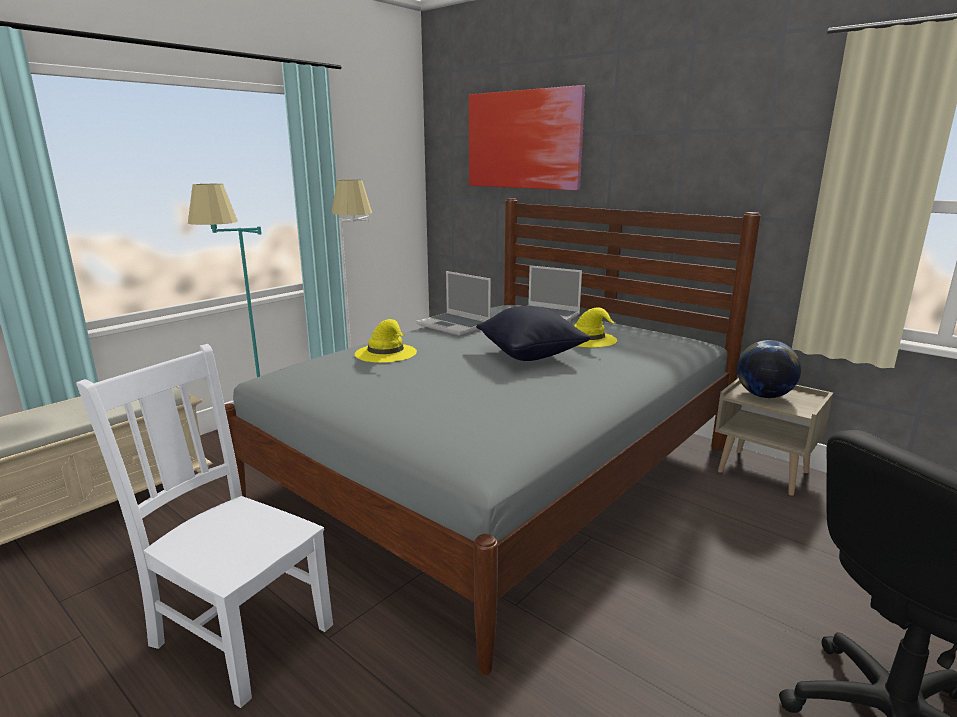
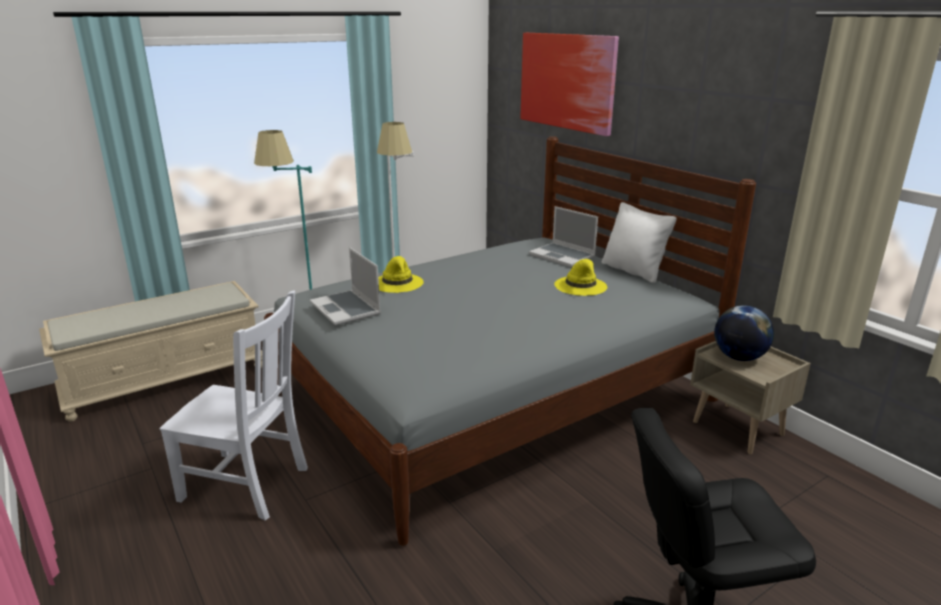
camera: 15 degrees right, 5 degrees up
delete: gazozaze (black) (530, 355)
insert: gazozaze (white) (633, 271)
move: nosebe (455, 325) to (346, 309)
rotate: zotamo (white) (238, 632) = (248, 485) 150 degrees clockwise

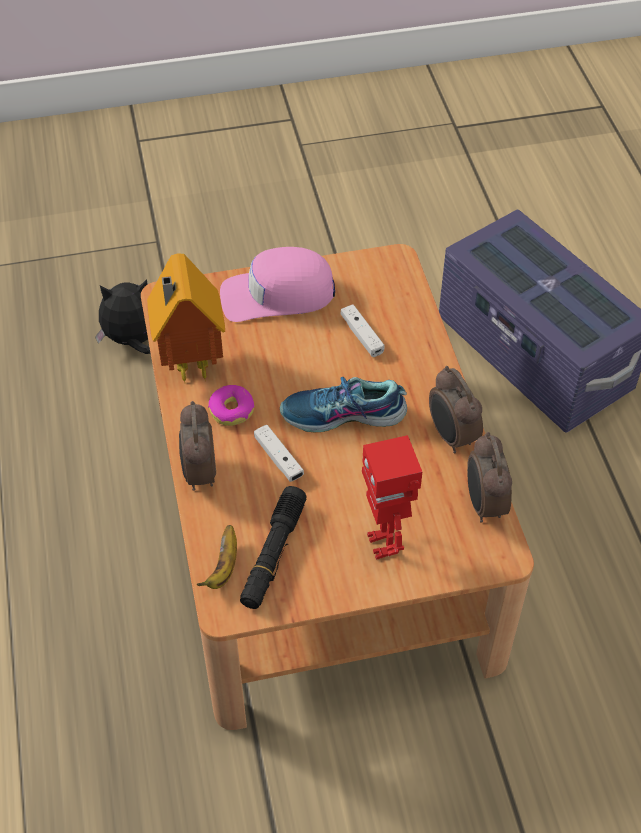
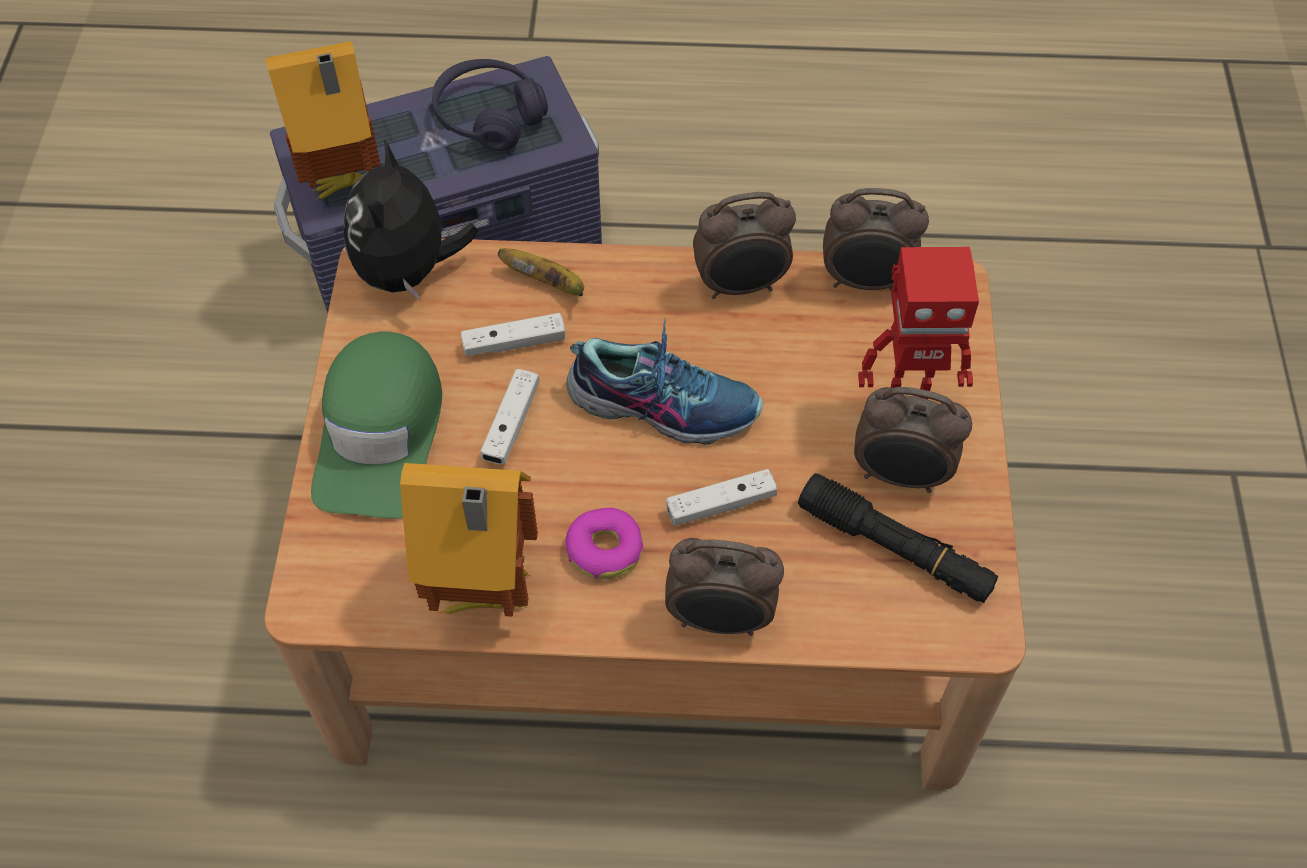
camera: 75 degrees left, 5 degrees up
insert: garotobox (344, 182); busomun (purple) (489, 117); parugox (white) (511, 424); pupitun (900, 476)
move: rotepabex (133, 340) to (409, 272); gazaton (223, 567) to (547, 283)
recolor: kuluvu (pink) (277, 295) to kuluvu (green) (381, 435)
rotate: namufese (343, 416) = (664, 403) 90 degrees counterclockwise

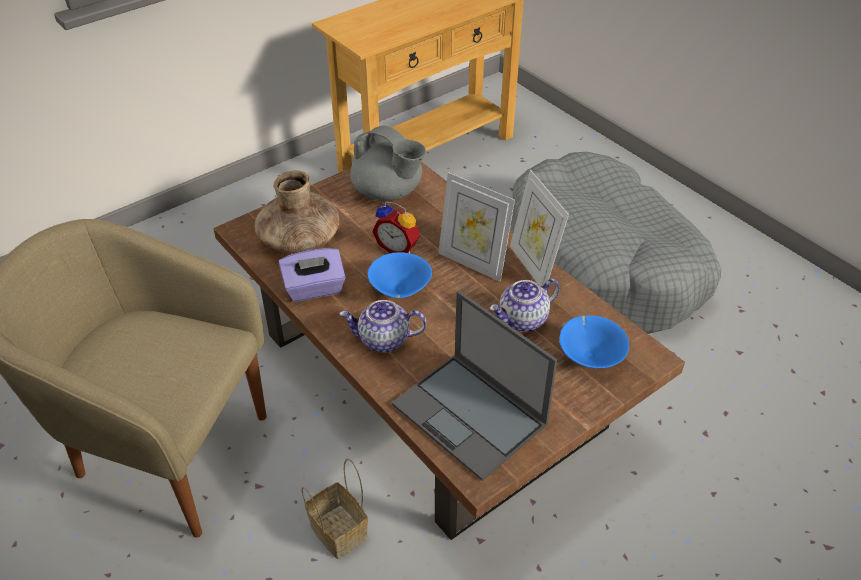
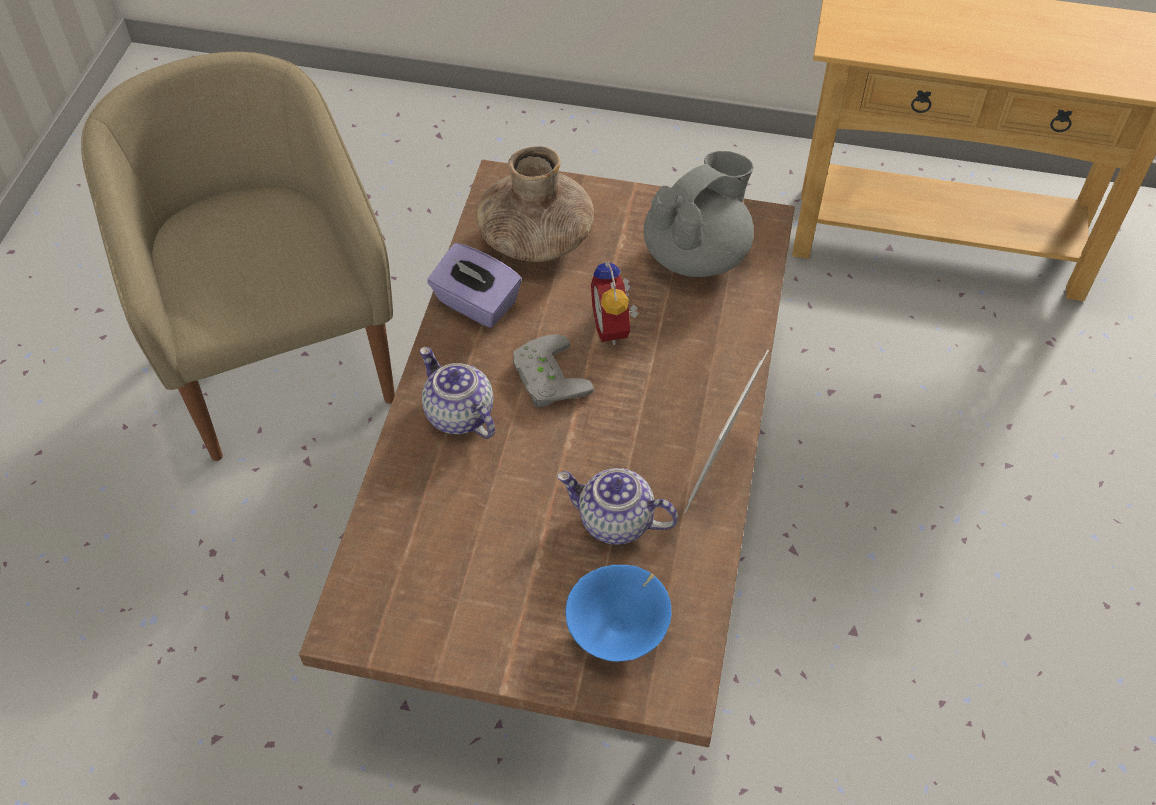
camera: 50 degrees right, 10 degrees up
delete: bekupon (336, 531); nosebe (470, 415); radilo (473, 263); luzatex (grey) (603, 265)
replace: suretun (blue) (399, 292) to parugox (grey) (545, 377)
rotate: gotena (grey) (388, 192) = (697, 254) 135 degrees counterclockwise

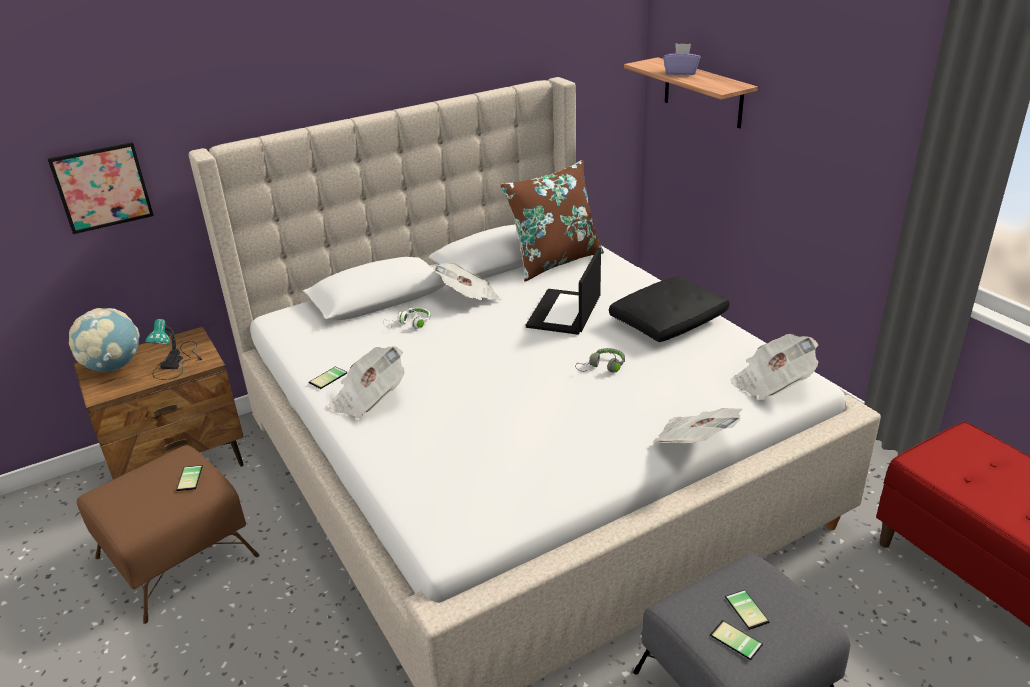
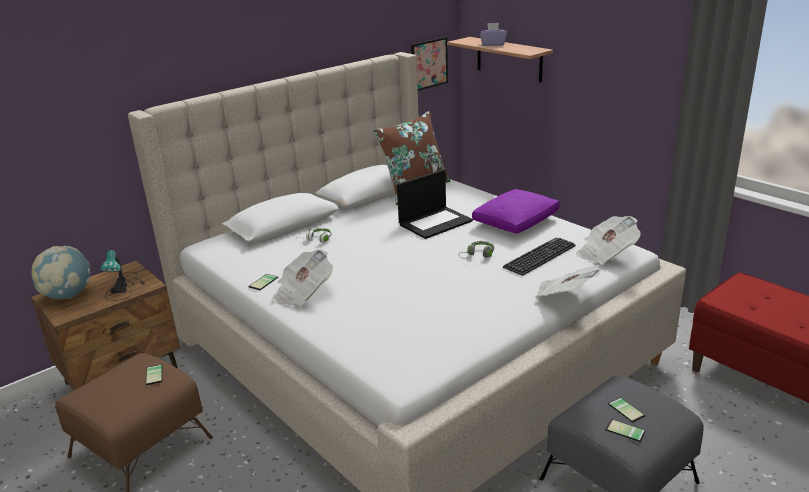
camera: 10 degrees left, 5 degrees down
delete: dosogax (469, 298)
insert: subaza (539, 257)
move: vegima (102, 187) to (429, 63)
recolor: gazozaze (black) (668, 321) to gazozaze (purple) (516, 221)
rotate: nosebe (564, 312) = (435, 222) 135 degrees counterclockwise

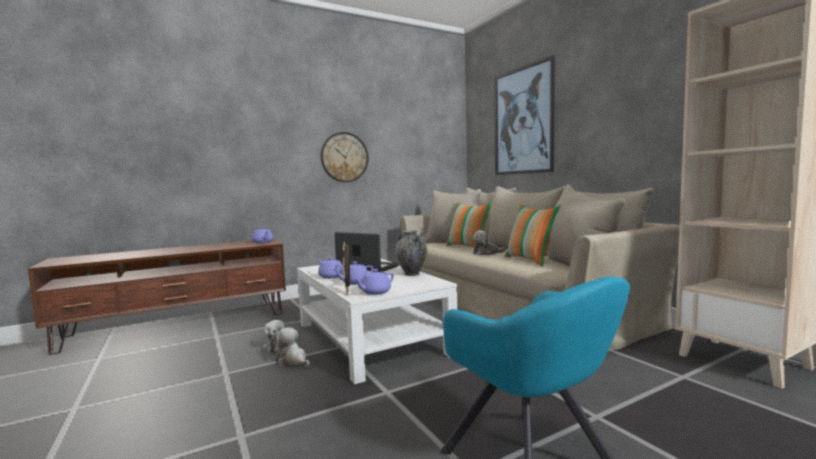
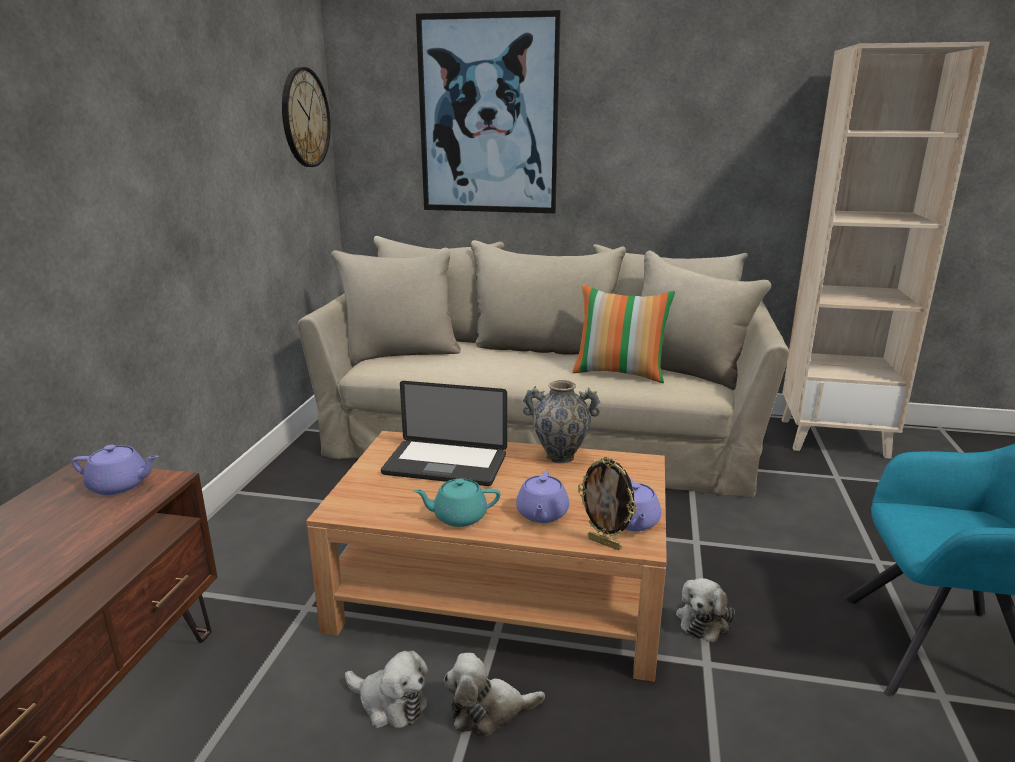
camera: 50 degrees left, 15 degrees up
delete: gazozaze (468, 247)
move: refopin (344, 157) to (305, 118); rotepabex (486, 253) to (703, 619)
recolor: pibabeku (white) (371, 338) to pibabeku (brown) (502, 591); gotena (purple) (330, 276) to gotena (turquoise) (458, 517)
rotate: nosebe (368, 267) = (445, 465) 150 degrees counterclockwise

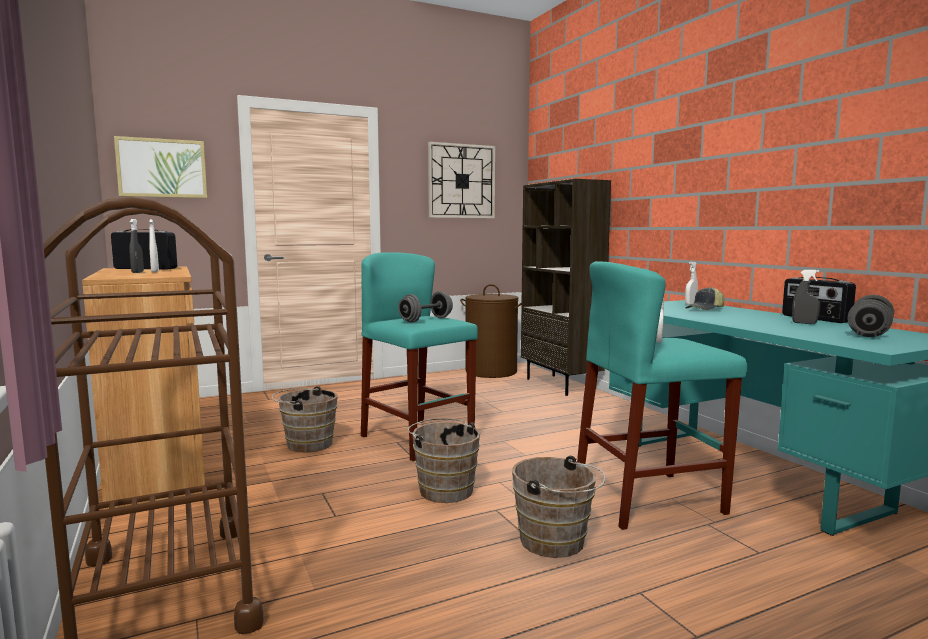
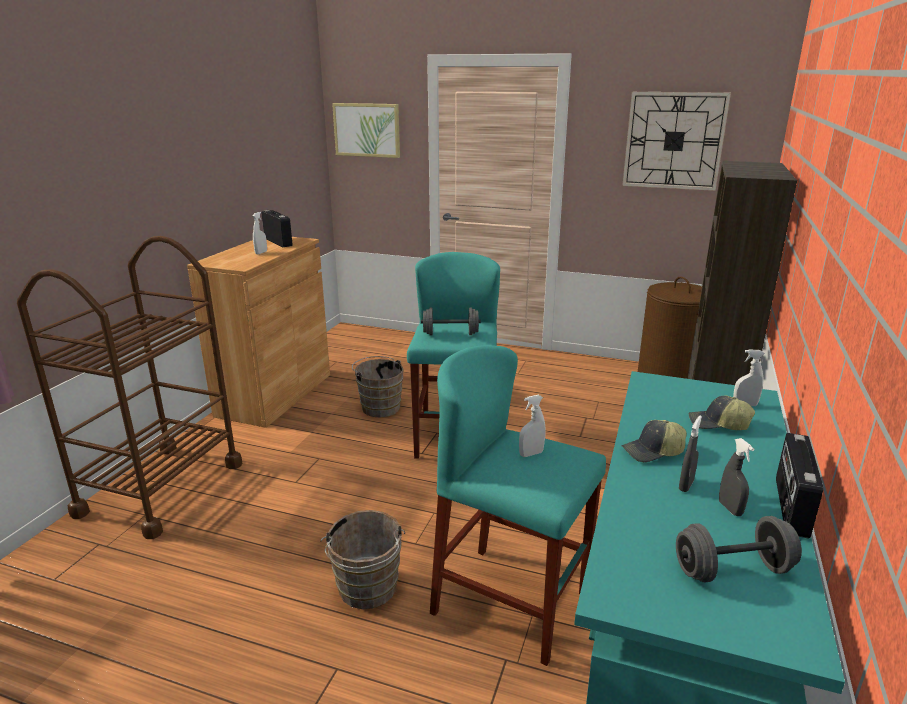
camera: 45 degrees right, 15 degrees up
delete: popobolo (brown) (444, 489)
insert: kuluvu (653, 452)
move: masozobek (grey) (137, 272) to (686, 485)

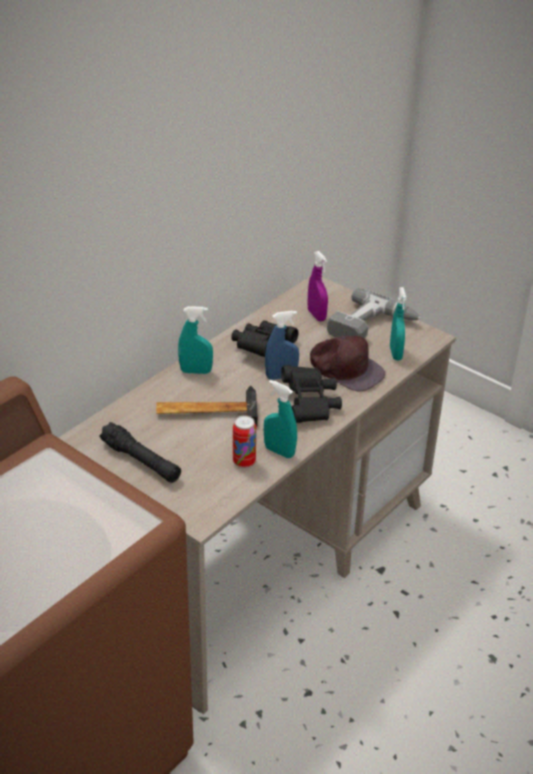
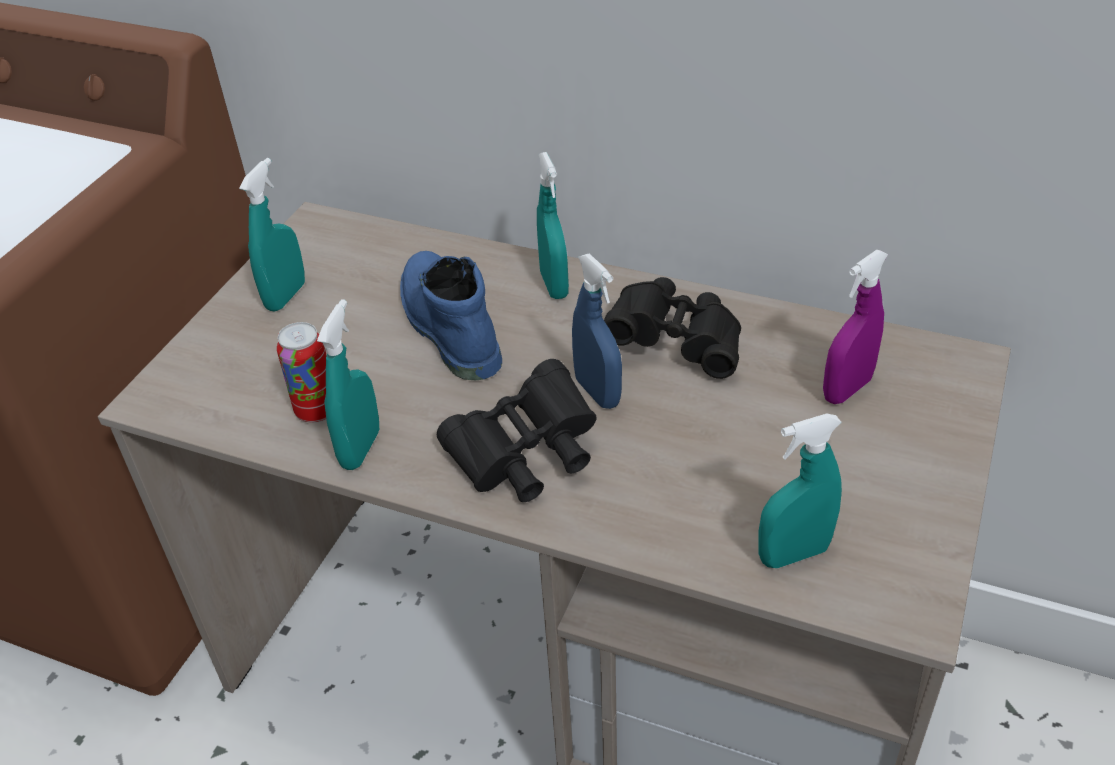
camera: 75 degrees right, 5 degrees up
delete: kuluvu (brown) (345, 368); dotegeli (372, 327)
replace: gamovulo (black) (141, 461) to masozobek (turquoise) (286, 296); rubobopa (206, 410) to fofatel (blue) (447, 327)

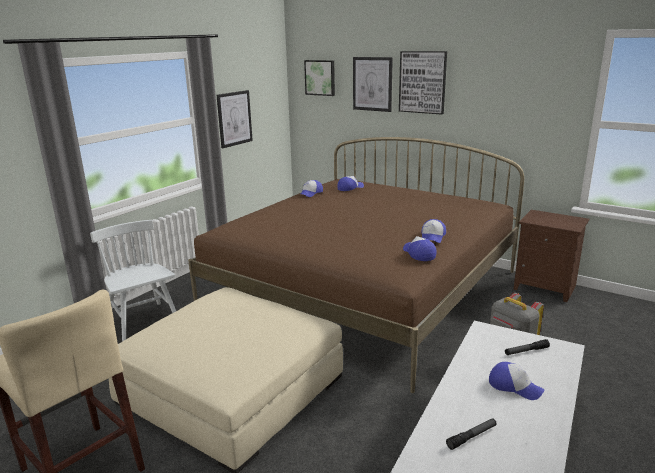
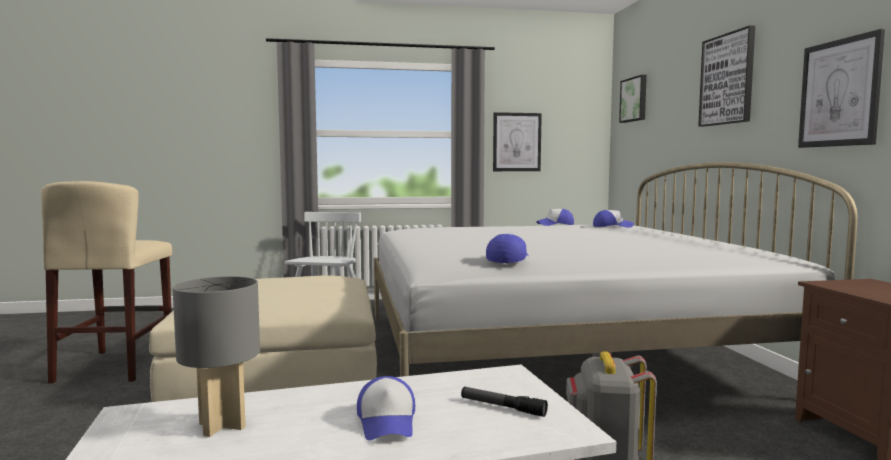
camera: 45 degrees right, 15 degrees down
delete: kuluvu (433, 237)
move: vegima (372, 84) to (839, 93)
replace: gamovulo (472, 437) to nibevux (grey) (222, 426)
recolor: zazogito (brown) (364, 290) to zazogito (white) (557, 351)

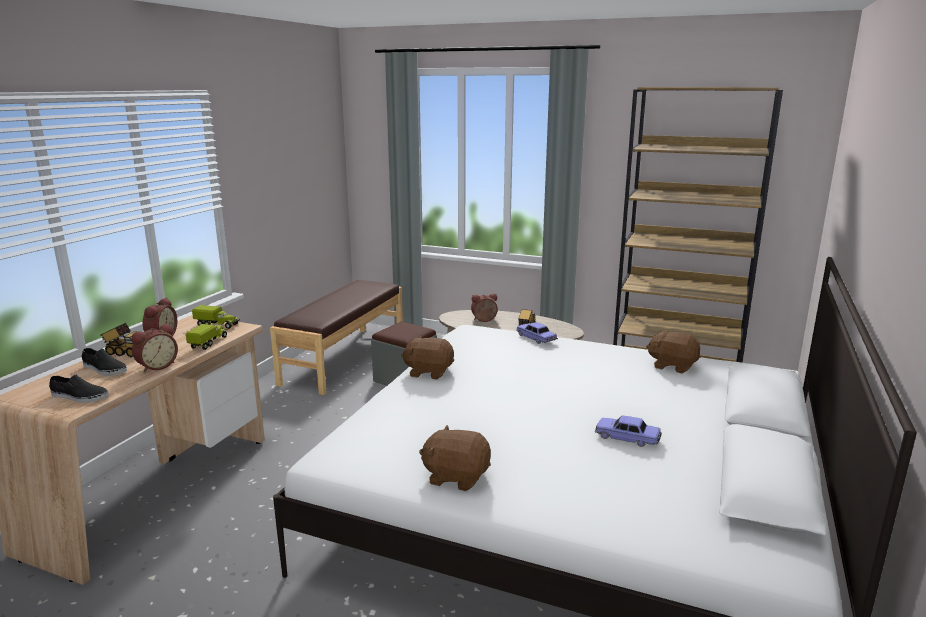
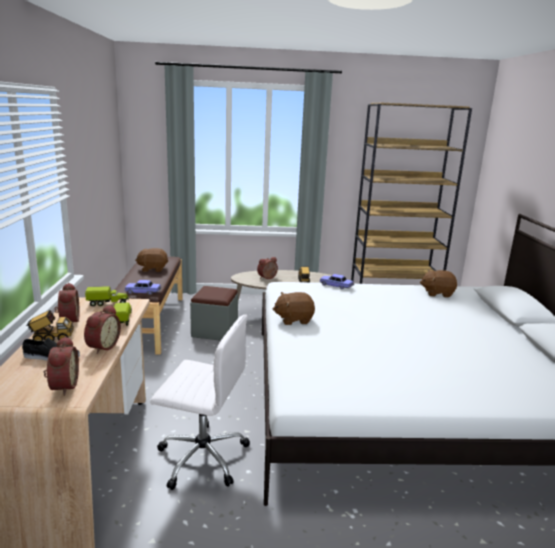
camera: 25 degrees left, 0 degrees up
insert: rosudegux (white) (201, 456)
move: rotepabex (brown) (456, 476) to (153, 269); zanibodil (627, 438) to (143, 292)
replace: namufese (black) (79, 396) to pupitun (62, 386)

